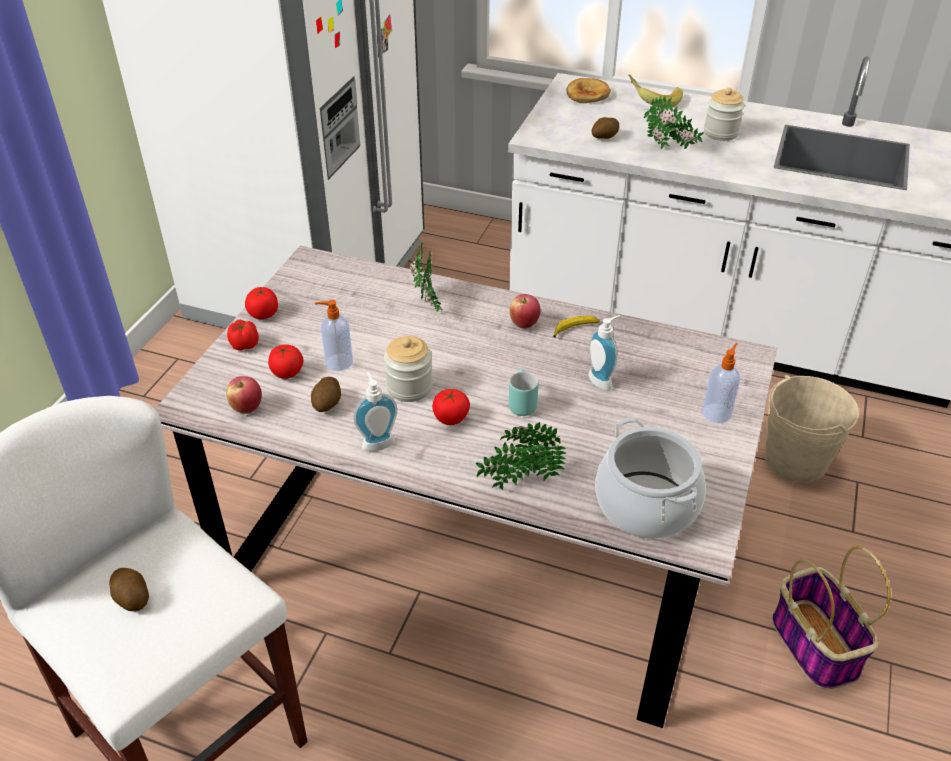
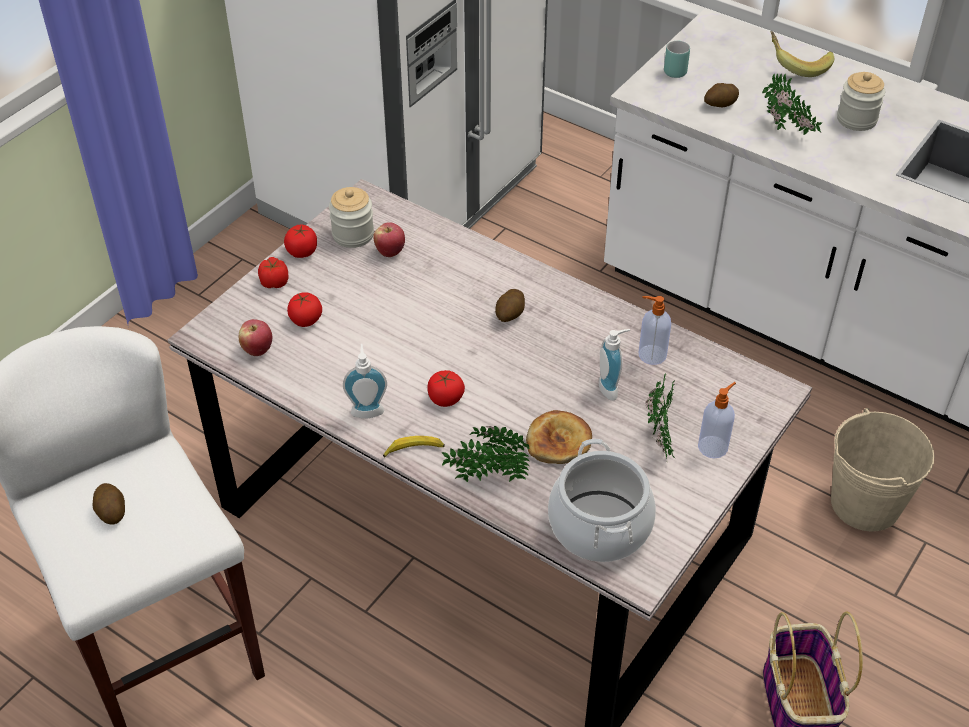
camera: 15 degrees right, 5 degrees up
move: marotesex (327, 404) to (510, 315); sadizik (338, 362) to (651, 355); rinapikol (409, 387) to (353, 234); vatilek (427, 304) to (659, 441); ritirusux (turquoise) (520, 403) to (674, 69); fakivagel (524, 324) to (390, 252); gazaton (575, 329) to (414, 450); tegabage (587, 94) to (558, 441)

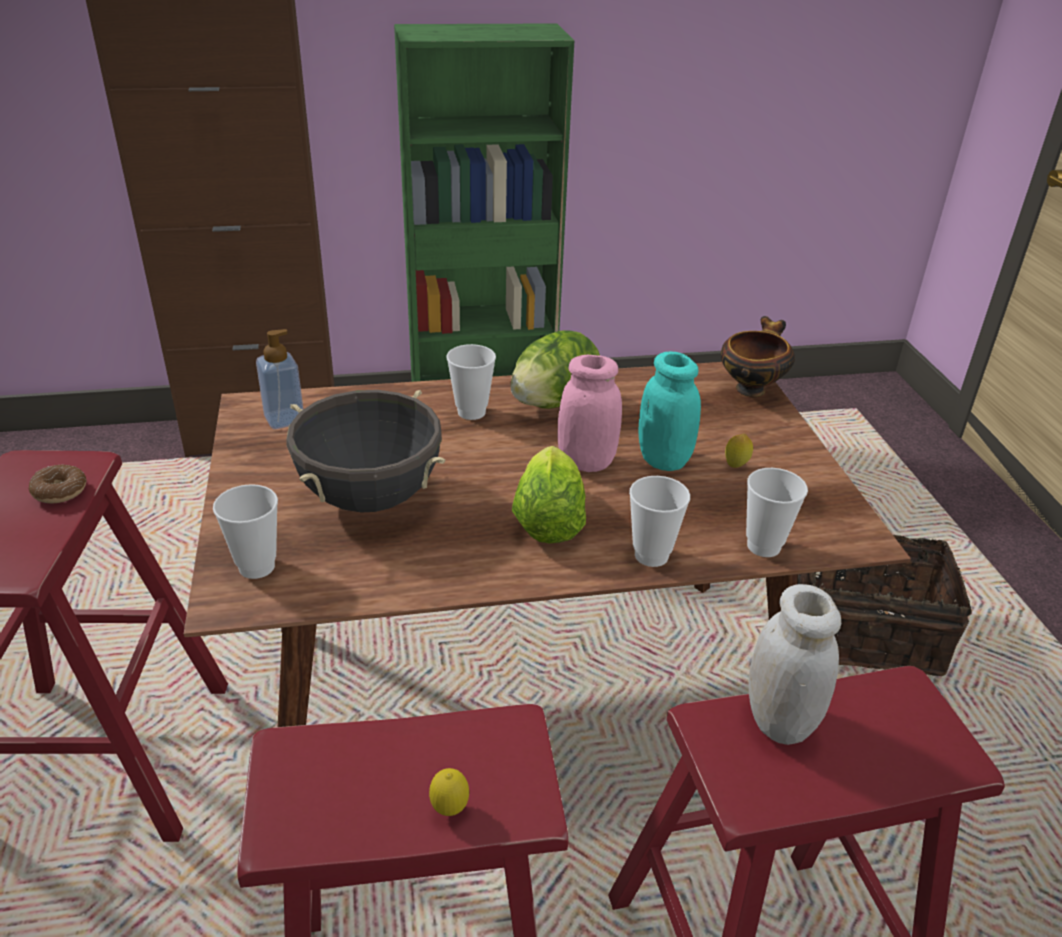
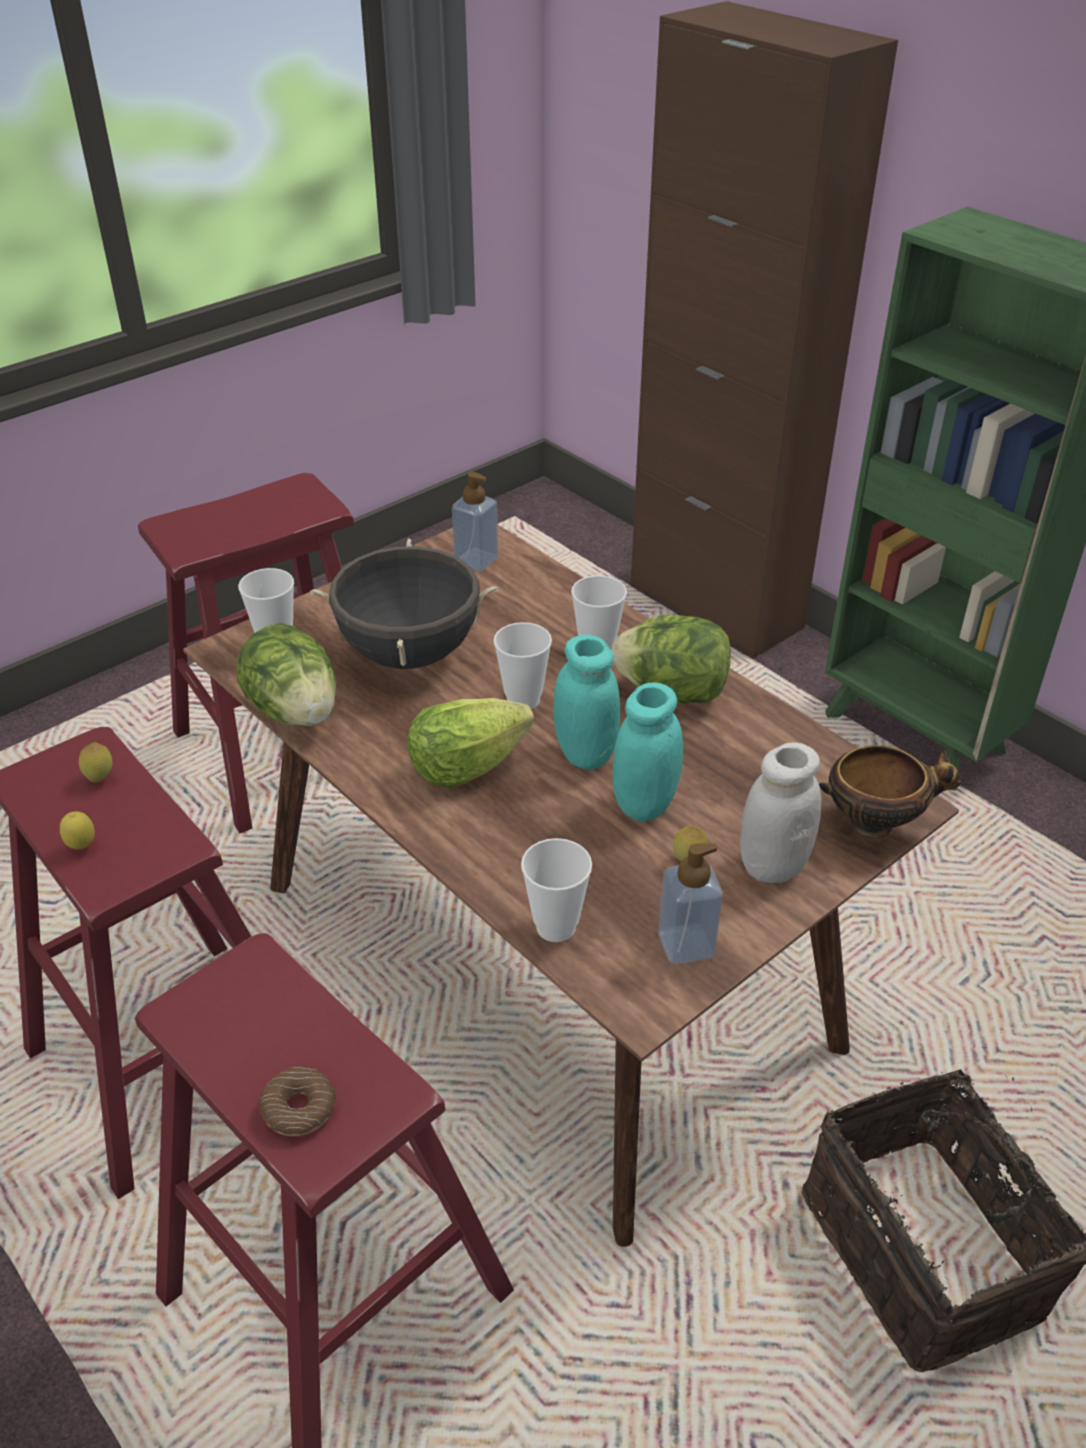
camera: 60 degrees right, 5 degrees up
insert: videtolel (100, 779); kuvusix (295, 711); sadizik (686, 944)
move: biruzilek (60, 491) to (299, 1108); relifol (651, 555) to (523, 700); rinapikol (white) (779, 720) to (772, 865)
recolor: rinapikol (pink) (586, 462) to rinapikol (turquoise) (585, 753)

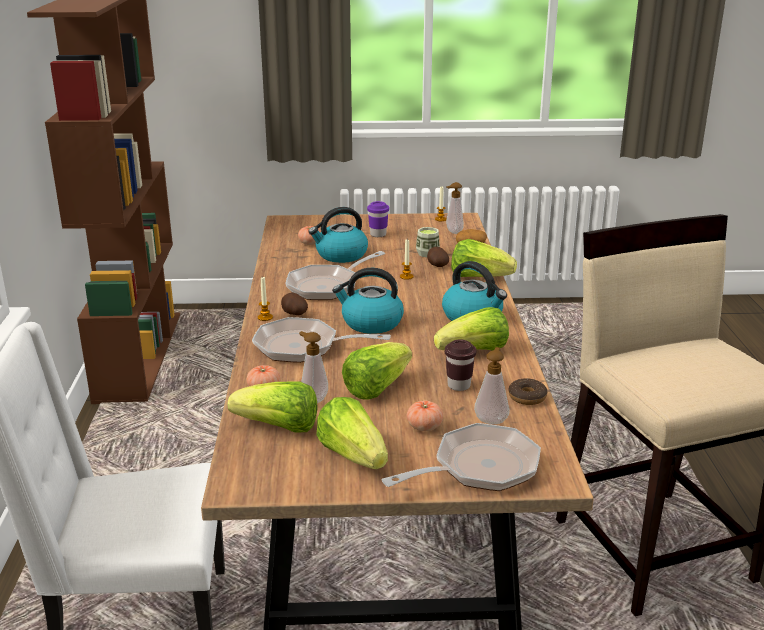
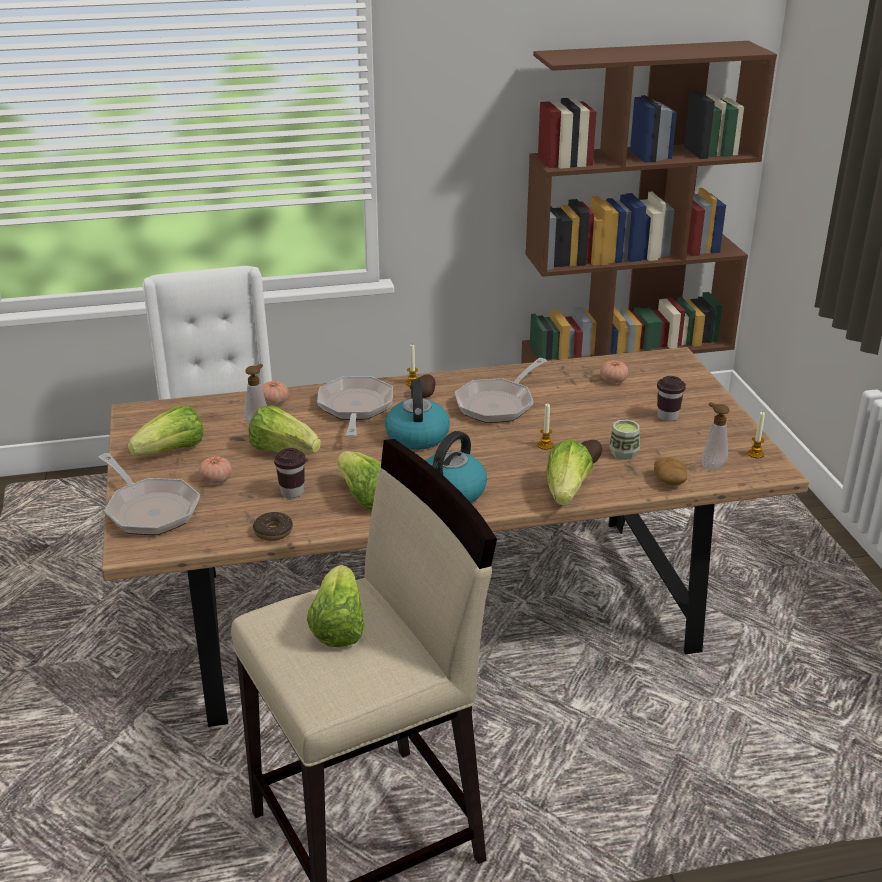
camera: 80 degrees right, 5 degrees up
delete: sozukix (340, 255); sadizik (491, 419)
move: kuvusix (279, 427) to (338, 626)
recolor: relifol (purple) (378, 234) to relifol (brown) (667, 417)
rotate: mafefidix (327, 286) = (498, 404) 90 degrees counterclockwise

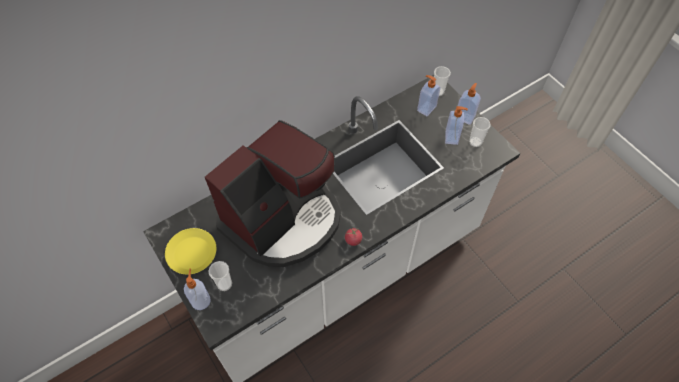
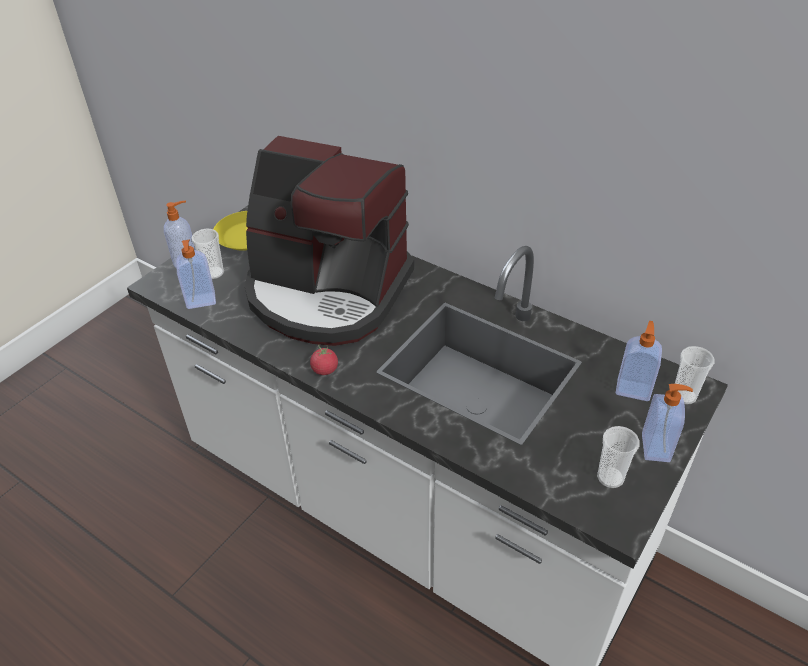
camera: 70 degrees right, 15 degrees down
move: sadizik (452, 137) to (201, 301)

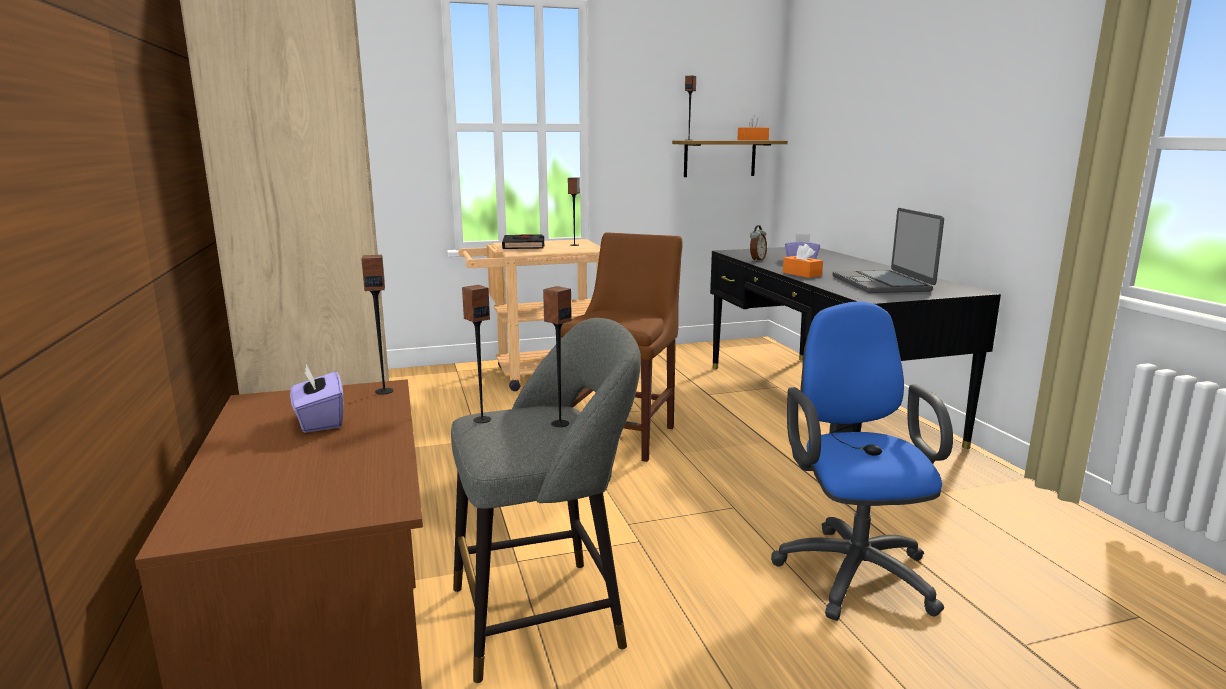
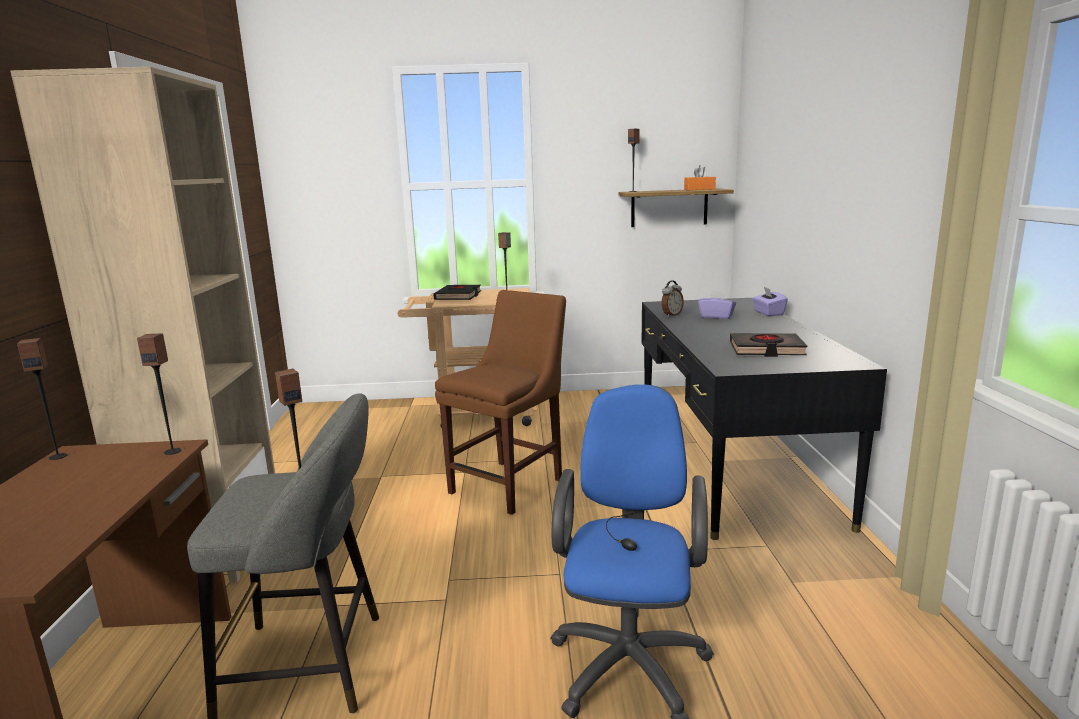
camera: 15 degrees right, 0 degrees up
delete: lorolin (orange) (801, 274)
move: lorolin (purple) (319, 421) to (768, 313); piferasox (482, 419) to (58, 456)
replace: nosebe (882, 283) to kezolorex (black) (766, 350)

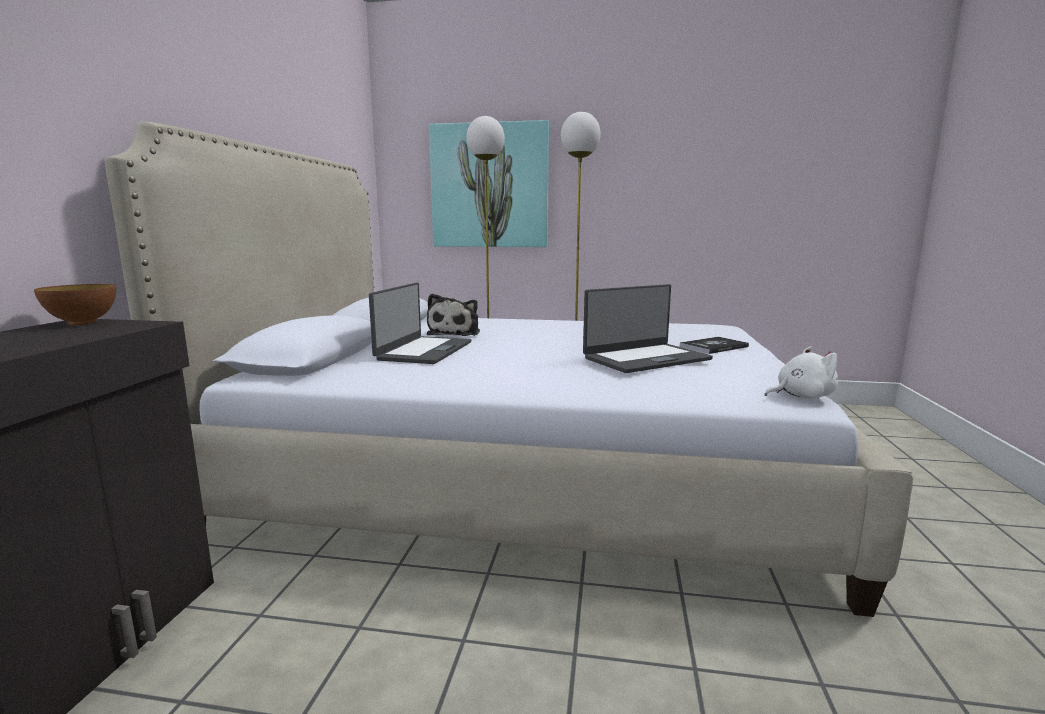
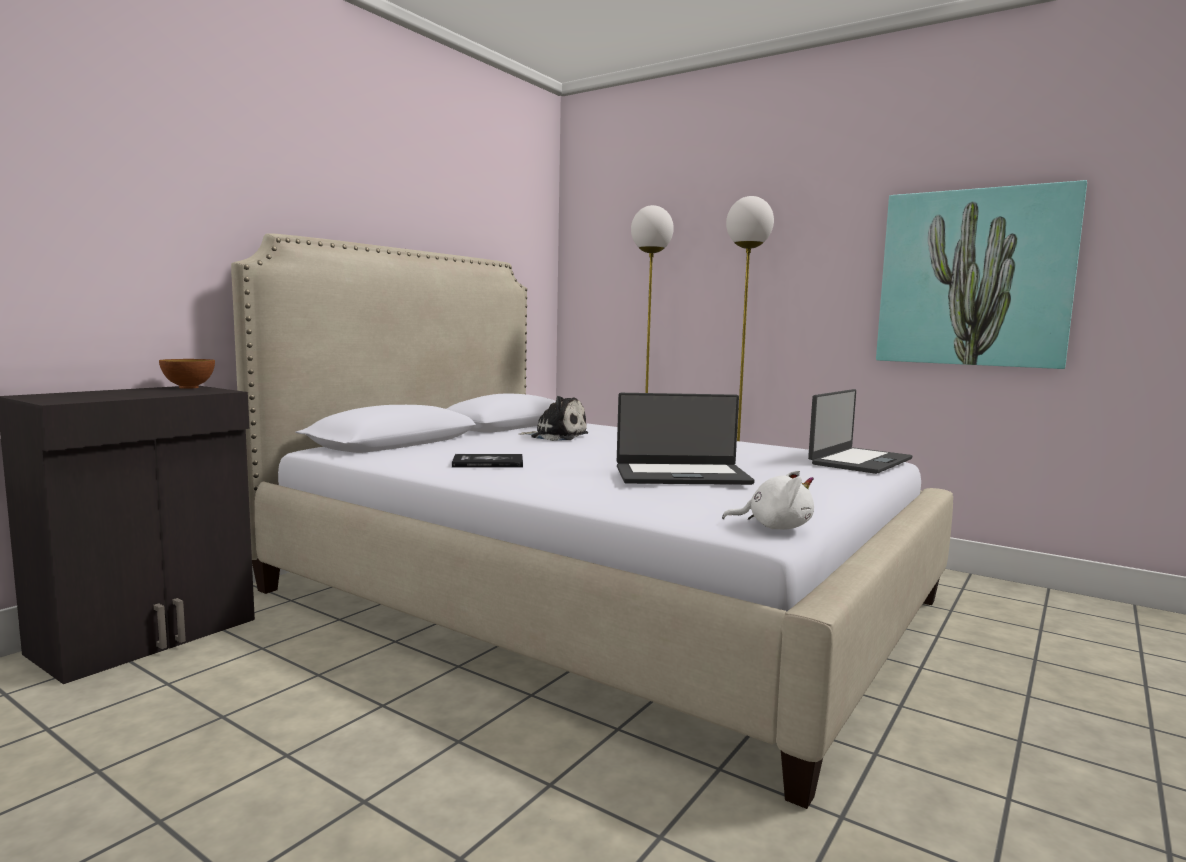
camera: 25 degrees right, 5 degrees down
move: nosebe (424, 351) to (859, 461); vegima (490, 186) to (974, 278); kezolorex (713, 347) to (488, 463)
rotate: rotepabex (455, 333) = (556, 436) 105 degrees counterclockwise

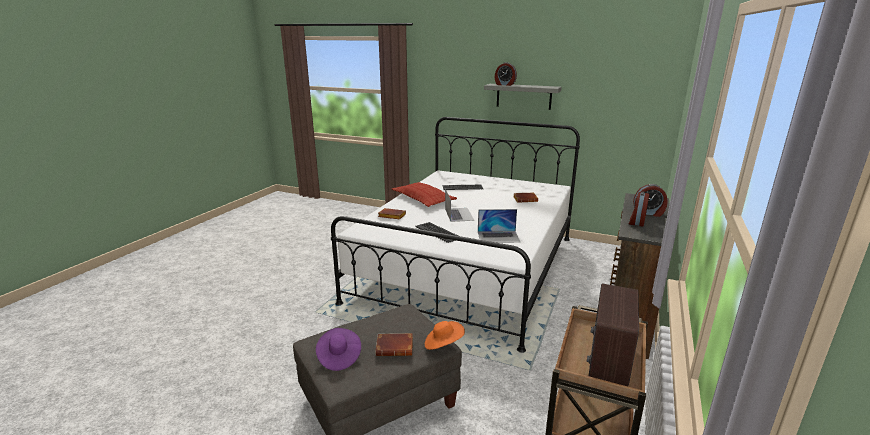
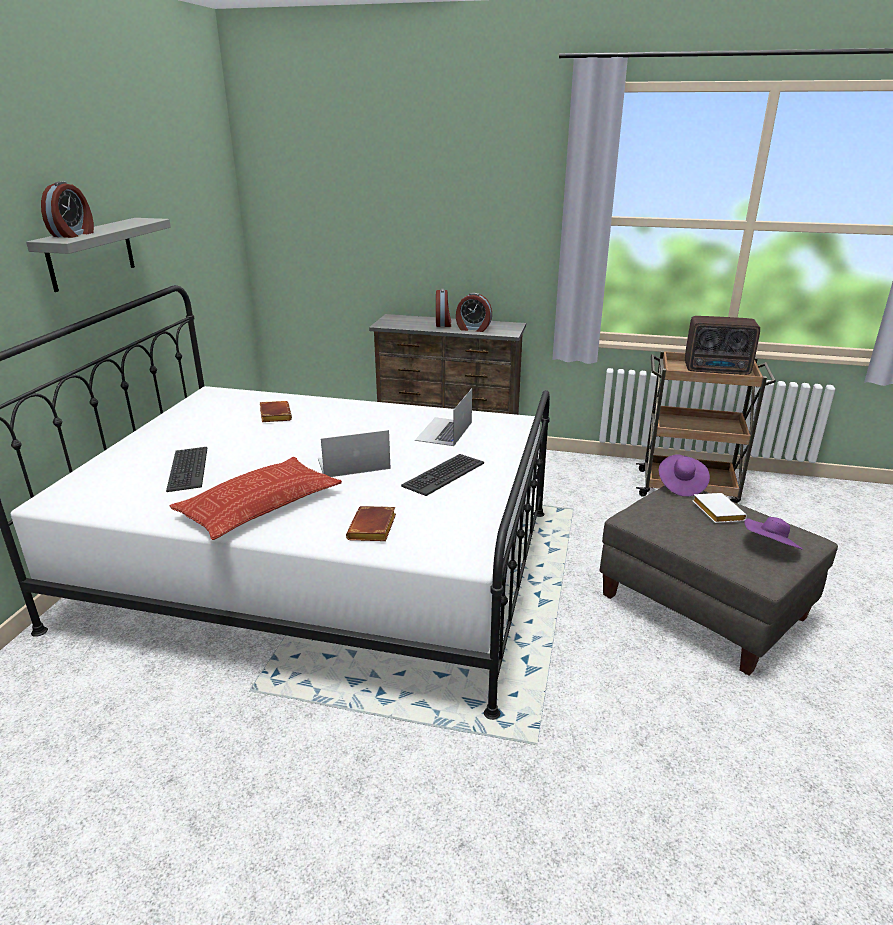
camera: 100 degrees left, 5 degrees up
recolor: kezolorex (brown) (395, 347) to kezolorex (white) (715, 511); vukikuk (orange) (443, 344) to vukikuk (purple) (681, 485)
rotate: nosebe (498, 237) = (444, 431) 150 degrees counterclockwise

